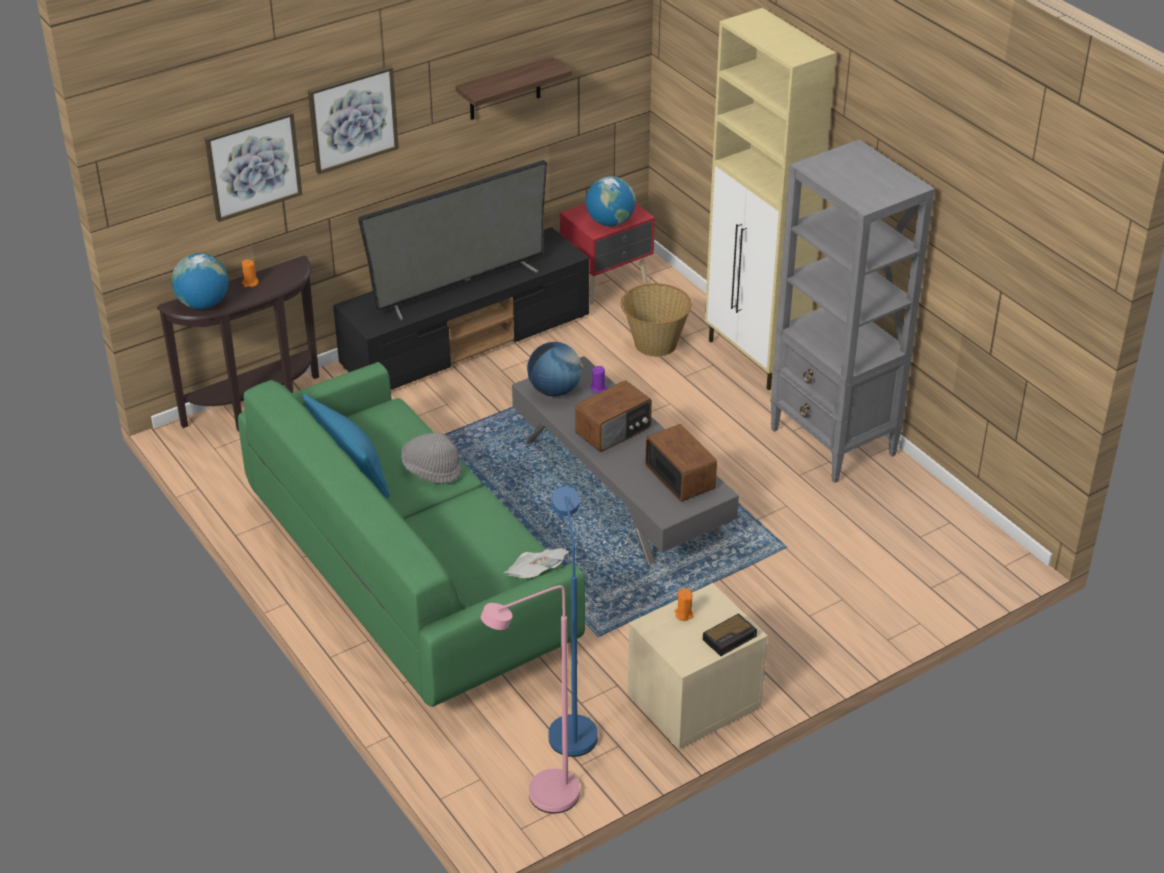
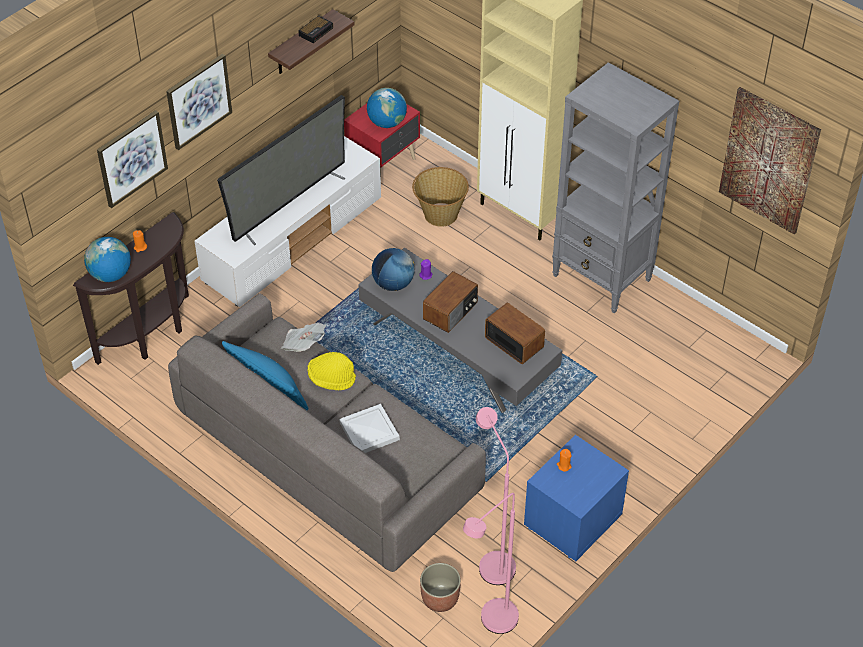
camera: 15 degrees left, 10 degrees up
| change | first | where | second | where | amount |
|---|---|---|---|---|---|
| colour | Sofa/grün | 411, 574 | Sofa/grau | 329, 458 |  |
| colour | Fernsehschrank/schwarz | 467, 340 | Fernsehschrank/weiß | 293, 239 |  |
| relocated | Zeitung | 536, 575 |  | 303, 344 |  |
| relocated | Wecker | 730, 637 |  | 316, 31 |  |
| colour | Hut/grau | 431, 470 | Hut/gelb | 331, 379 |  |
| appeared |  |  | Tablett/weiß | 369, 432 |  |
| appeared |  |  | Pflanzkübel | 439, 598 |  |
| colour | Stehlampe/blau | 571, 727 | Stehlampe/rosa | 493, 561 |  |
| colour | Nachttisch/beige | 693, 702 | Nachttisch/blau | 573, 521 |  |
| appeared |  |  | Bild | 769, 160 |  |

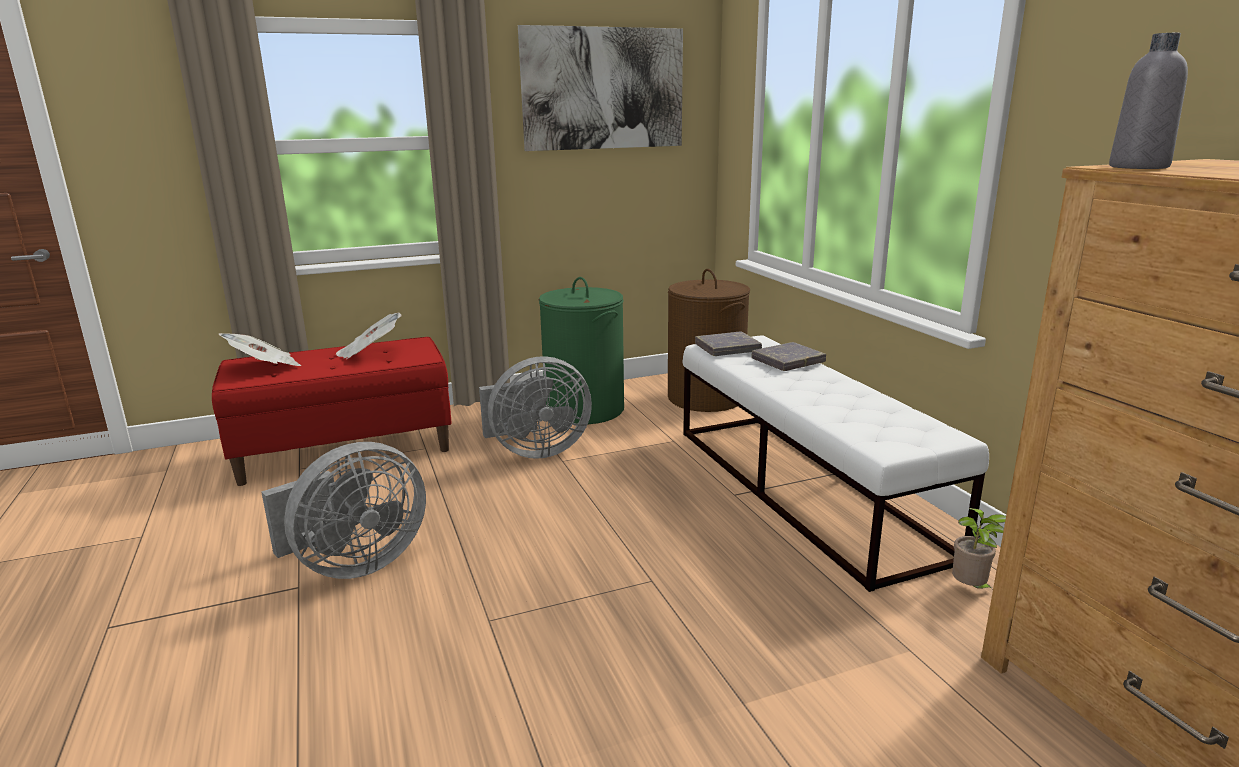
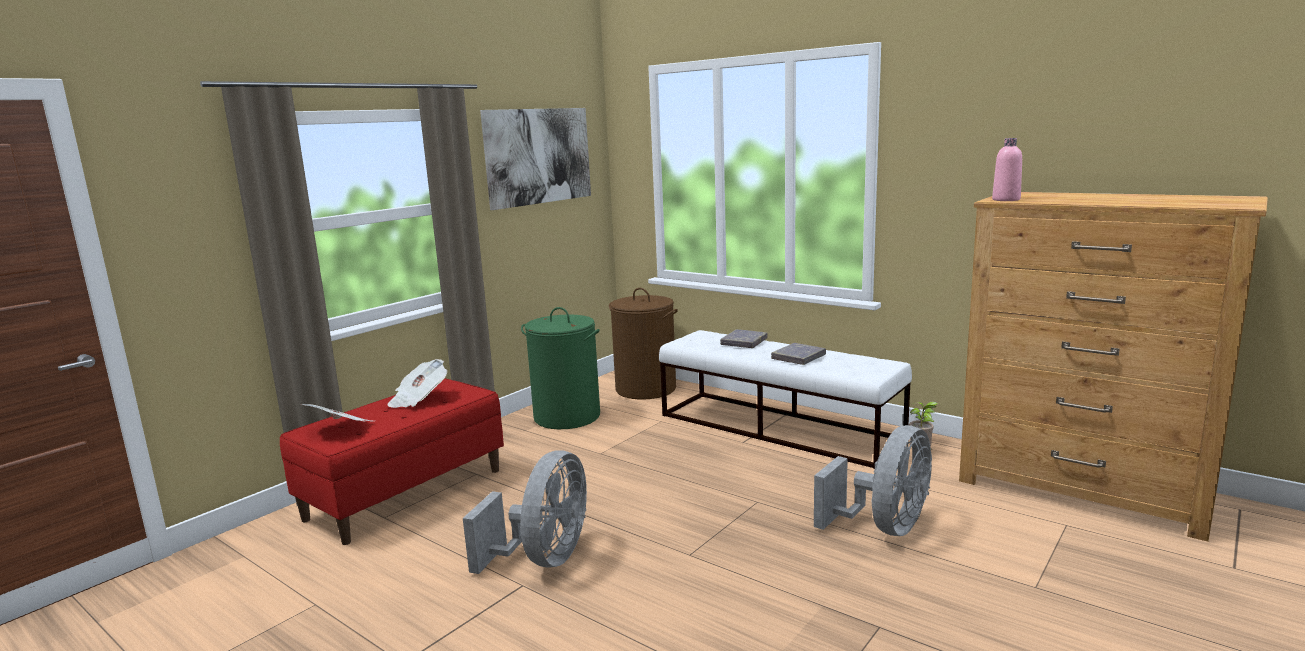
camera: 30 degrees left, 5 degrees down
| change | first | where | second | where | amount |
|---|---|---|---|---|---|
| relocated | Buch/grau | 727, 348 |  | 798, 357 |  |
| relocated | Ventilator/grau | 535, 451 |  | 884, 527 |  |
| colour | Flasche/grau | 1138, 167 | Flasche/rosa | 1006, 200 |  |

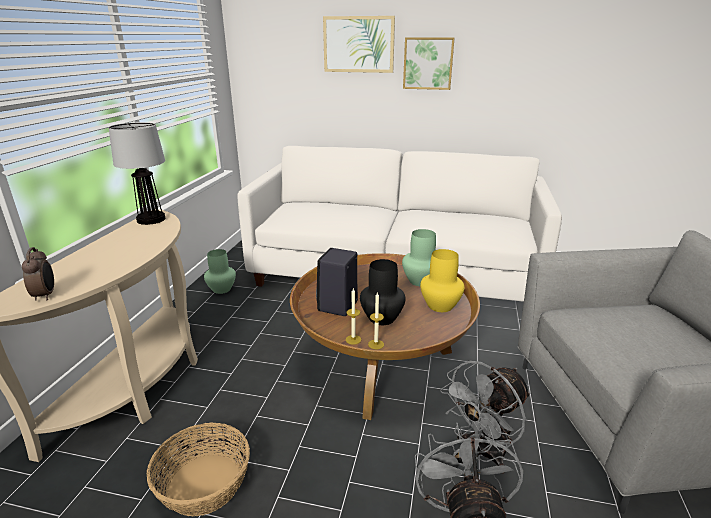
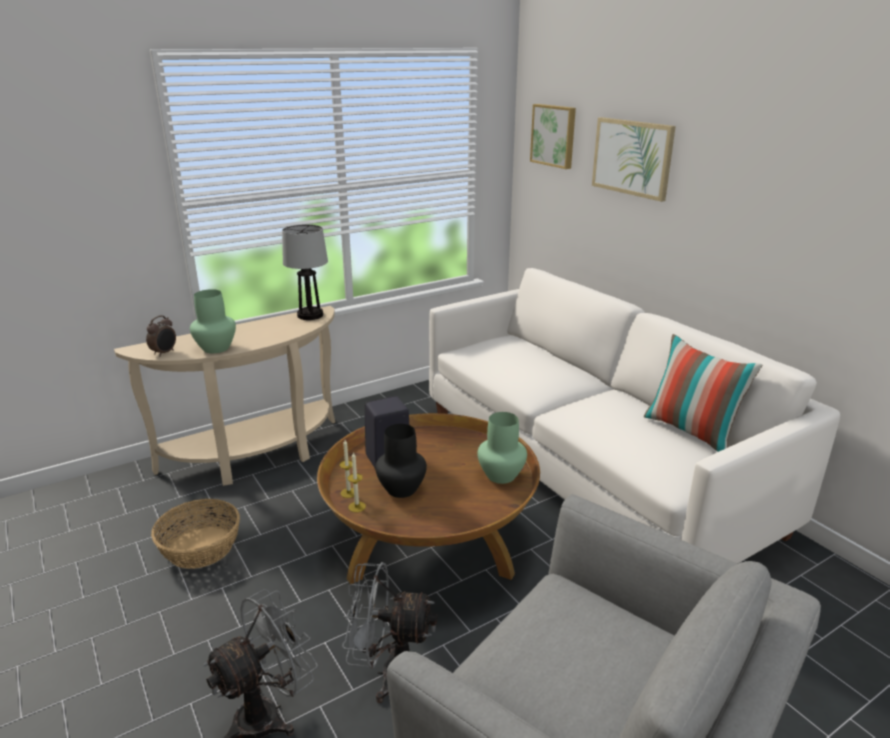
camera: 45 degrees right, 0 degrees up
| change | first | where | second | where | amount |
|---|---|---|---|---|---|
| relocated | Vase/grün | 222, 289 |  | 217, 348 |  |
| relocated | Bild | 428, 63 |  | 554, 135 |  |
| appeared |  |  | Kissen | 691, 432 |  |
| missing | Vase/gelb | 439, 306 |  |  |  |

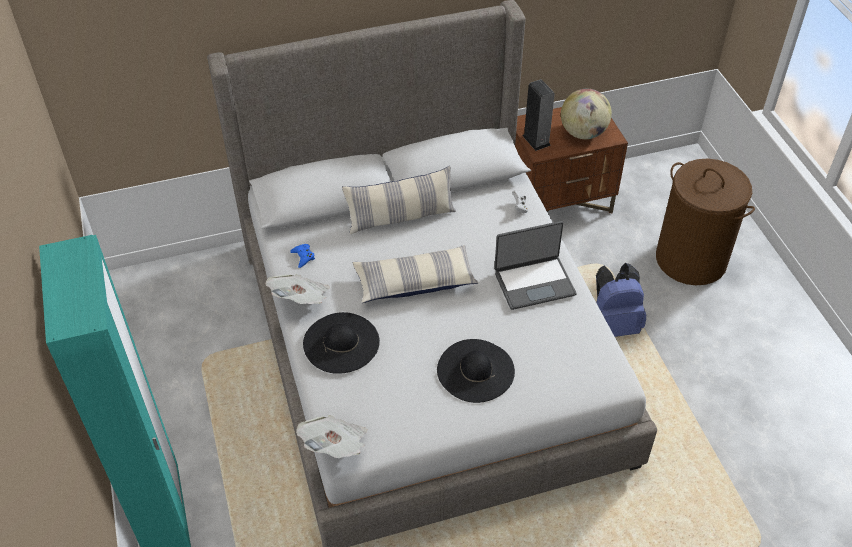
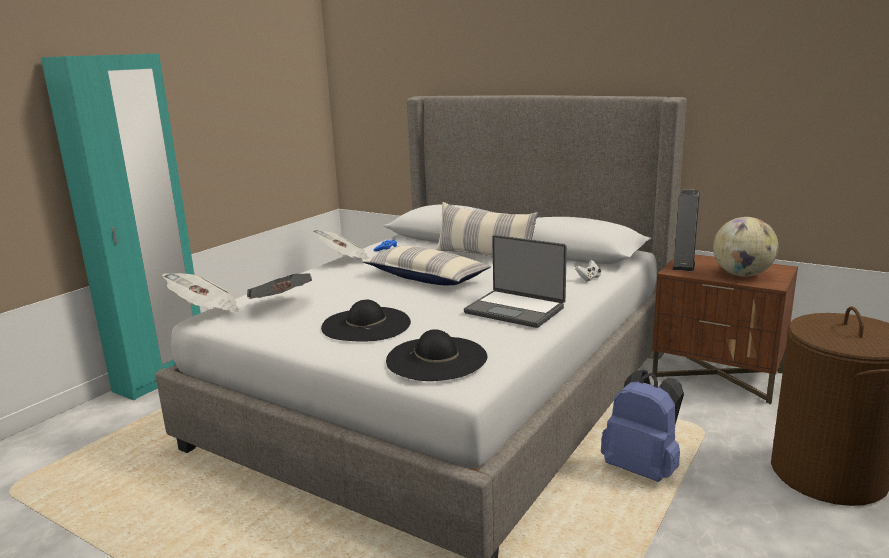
camera: 50 degrees right, 30 degrees down
| change | first | where | second | where | amount |
|---|---|---|---|---|---|
| appeared |  |  | Zeitung | 281, 304 |  |
| relocated | Hut/schwarz | 341, 342 |  | 437, 358 |  |

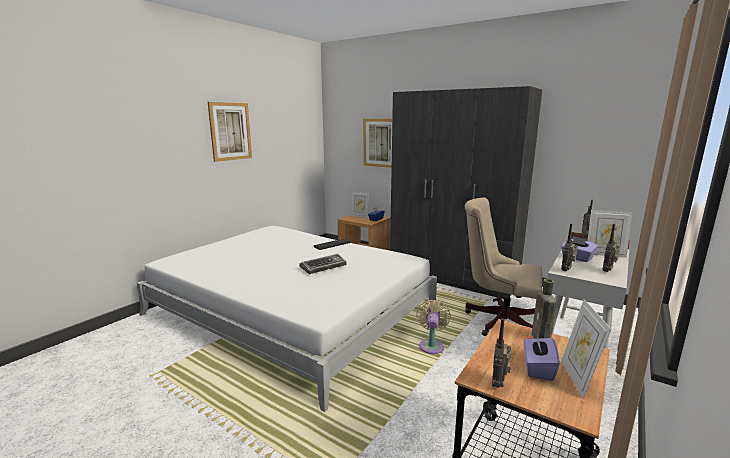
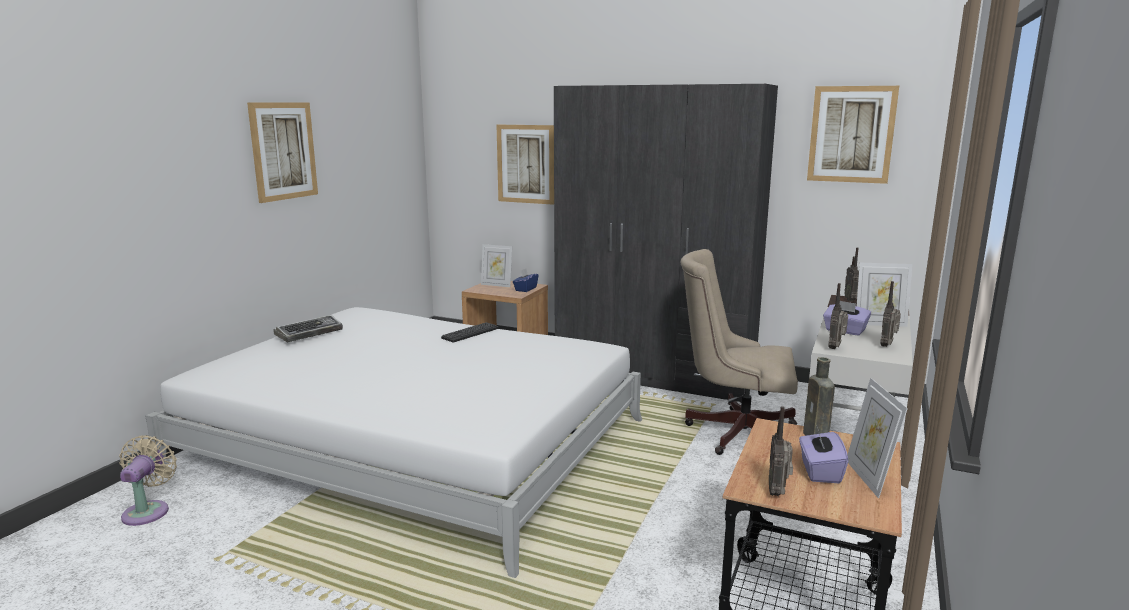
camera: 10 degrees left, 0 degrees up
| change | first | where | second | where | amount |
|---|---|---|---|---|---|
| relocated | Ventilator/beige | 431, 345 |  | 148, 511 |  |
| relocated | Tastatur | 323, 267 |  | 309, 333 |  |
| appeared |  |  | Bild | 851, 134 |  |

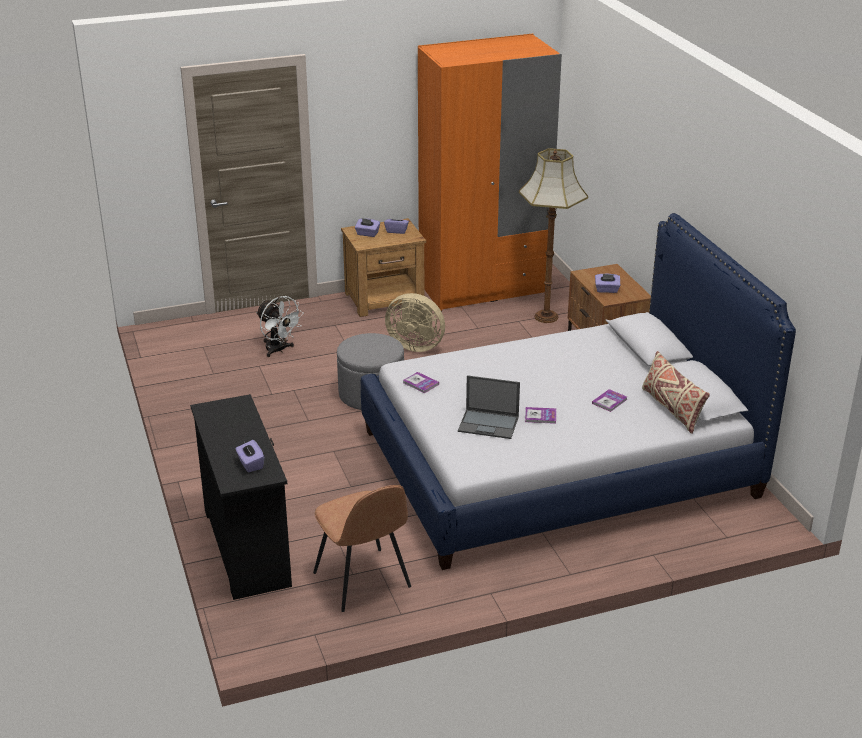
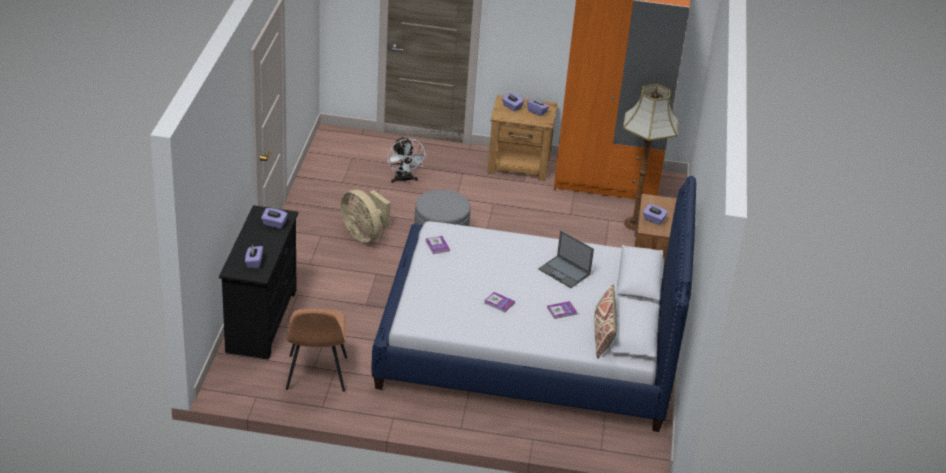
camera: 25 degrees right, 5 degrees up
| change | first | where | second | where | amount |
|---|---|---|---|---|---|
| appeared |  |  | Taschentuchbox/lila | 274, 224 |  |
| relocated | Ventilator/beige | 416, 345 |  | 364, 234 |  |
| relocated | Laptop | 489, 424 |  | 564, 272 |  |

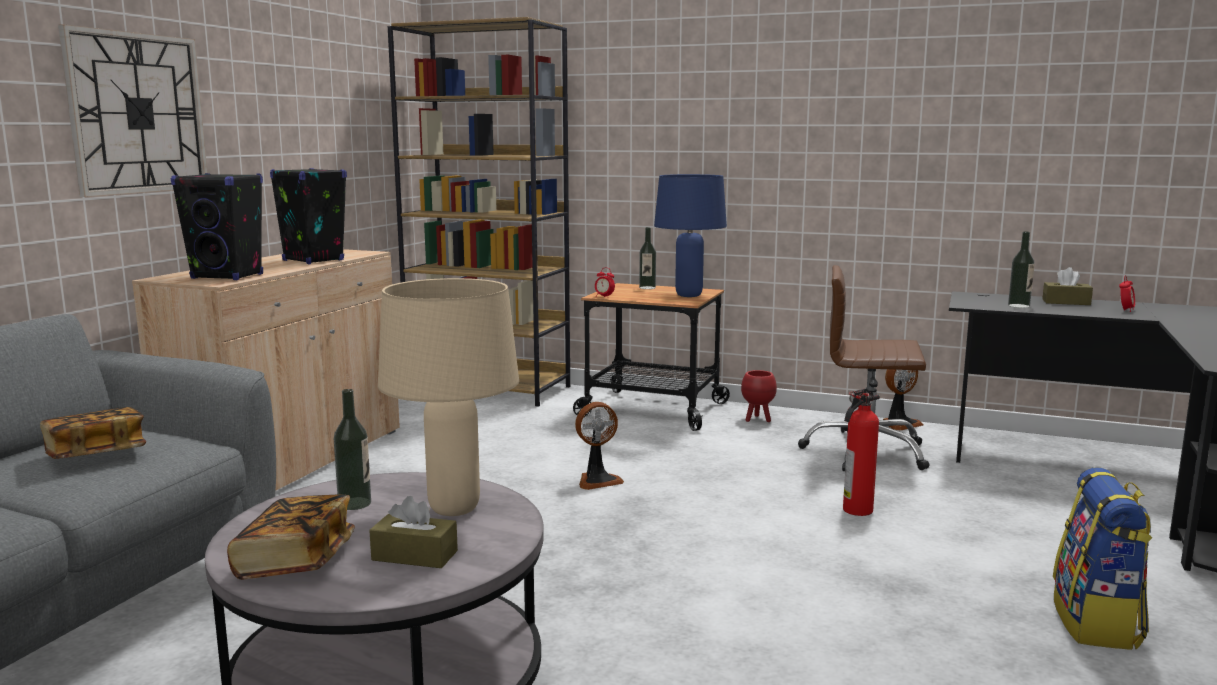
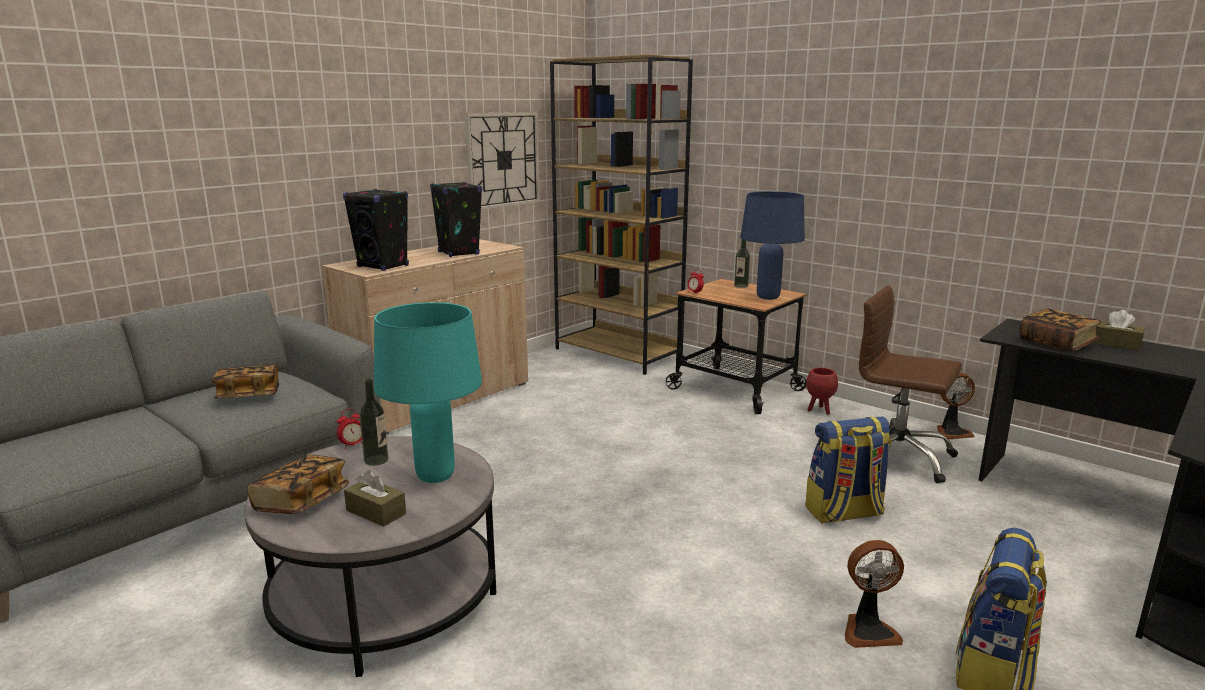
camera: 20 degrees right, 5 degrees up
| change | first | where | second | where | amount |
|---|---|---|---|---|---|
| relocated | Wecker | 1125, 310 |  | 352, 445 |  |
| colour | Tischlampe/beige | 455, 508 | Tischlampe/türkis | 436, 476 |  |
| relocated | Wanduhr | 137, 113 |  | 503, 160 |  |
| exchanged | Feuerlöscher | 856, 510 | Rucksack | 844, 513 |  |
| relocated | Ventilator | 597, 480 |  | 868, 630 |  |
| exchanged | Flasche | 1018, 306 | Buch | 1056, 343 |  |

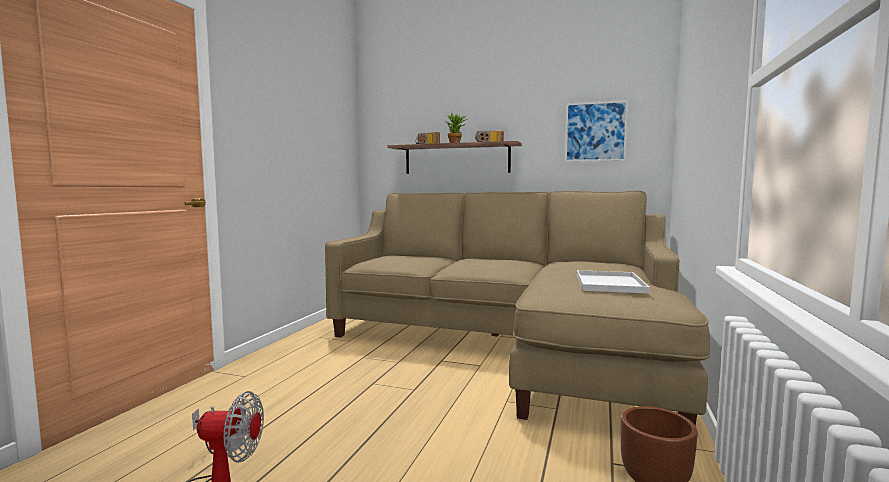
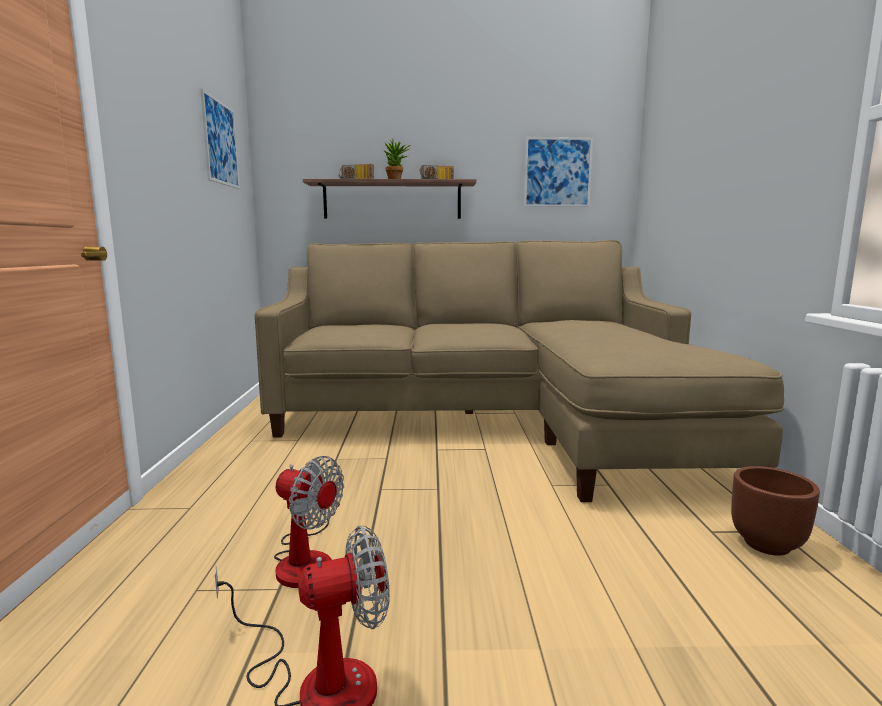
camera: 20 degrees left, 5 degrees up
| change | first | where | second | where | amount |
|---|---|---|---|---|---|
| appeared |  |  | Bild | 220, 143 |  |
| appeared |  |  | Ventilator | 306, 558 |  |
| missing | Tablett/weiß | 610, 284 |  |  |  |

